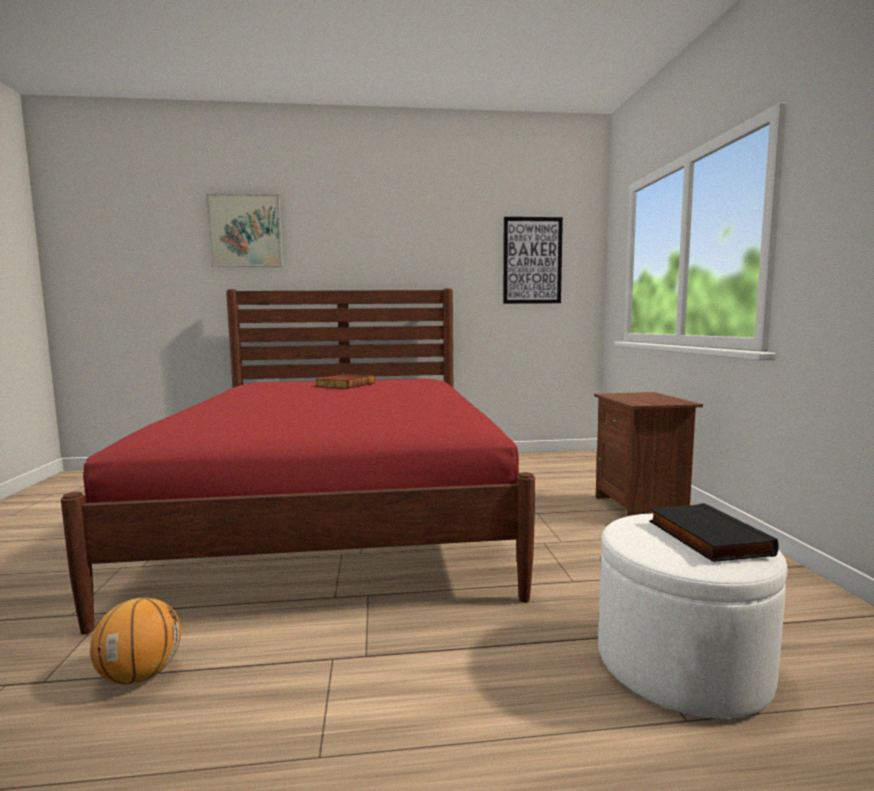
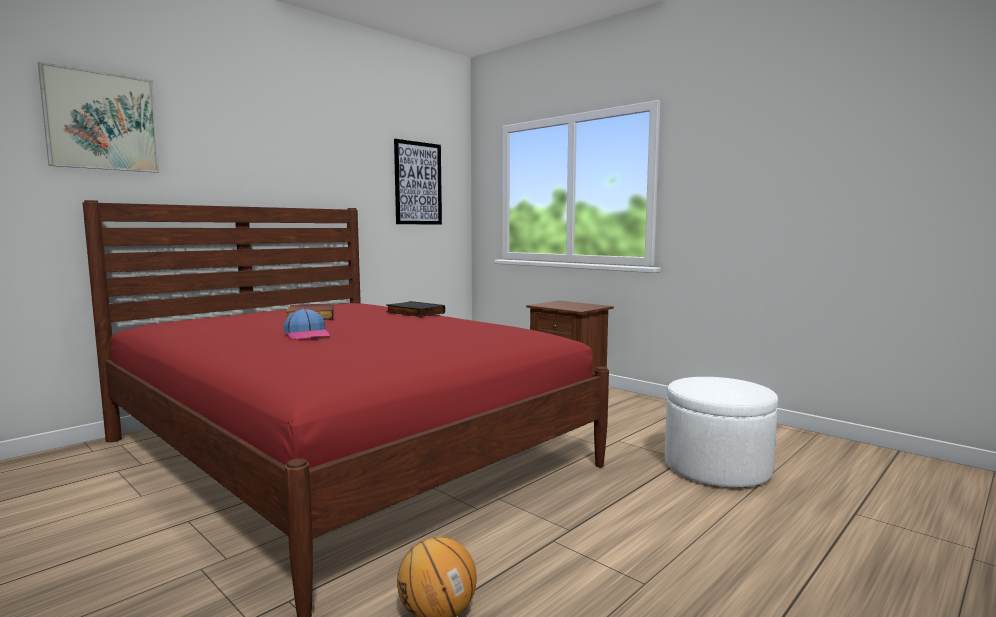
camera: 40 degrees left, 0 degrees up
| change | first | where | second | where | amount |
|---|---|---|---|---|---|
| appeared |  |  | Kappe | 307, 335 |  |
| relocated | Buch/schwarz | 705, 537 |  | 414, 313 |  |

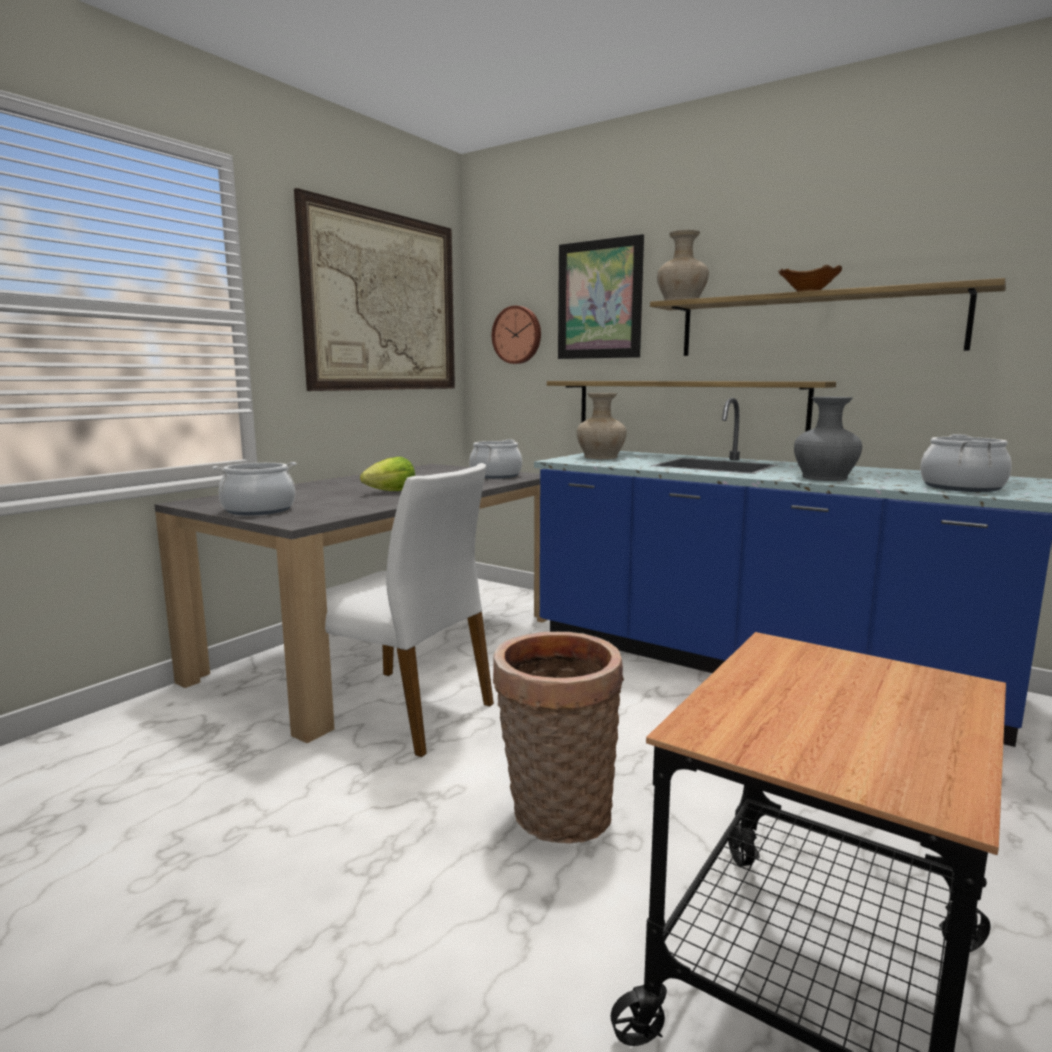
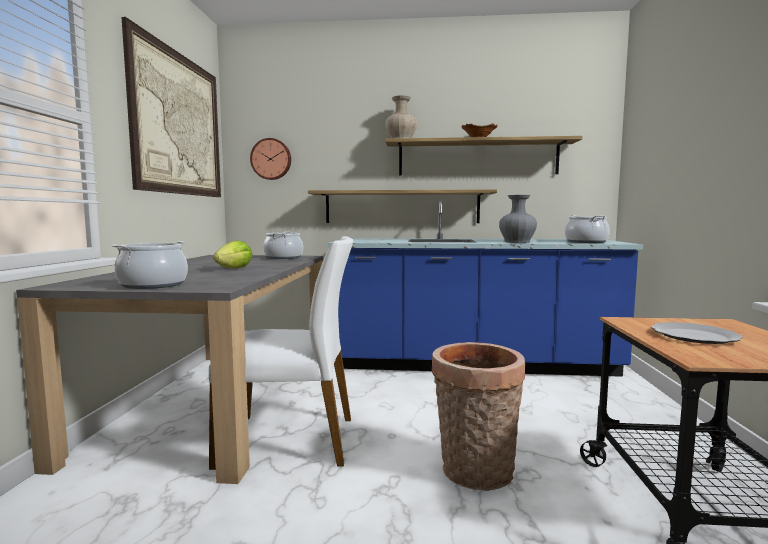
camera: 30 degrees left, 5 degrees down
| change | first | where | second | where | amount |
|---|---|---|---|---|---|
| appeared |  |  | Teller | 692, 336 |  |
| missing | Bild | 599, 300 |  |  |  |
| missing | Vase/beige | 600, 457 |  |  |  |

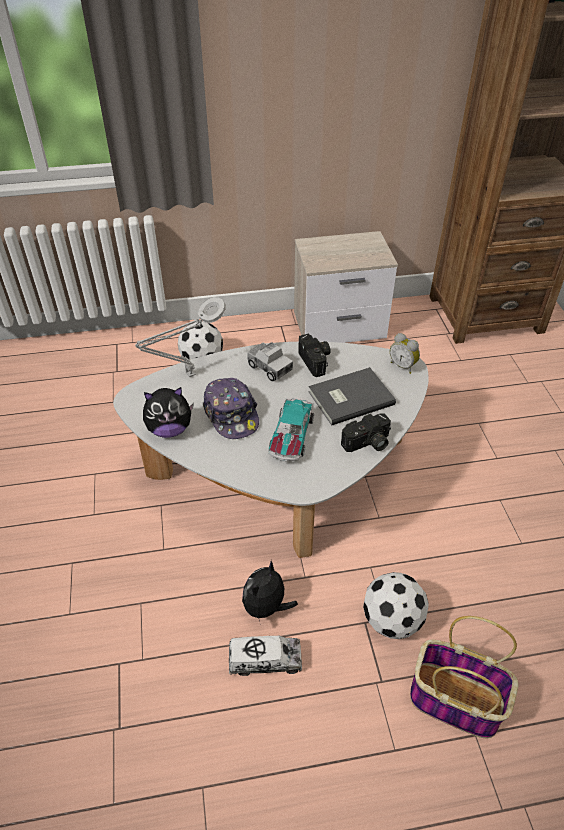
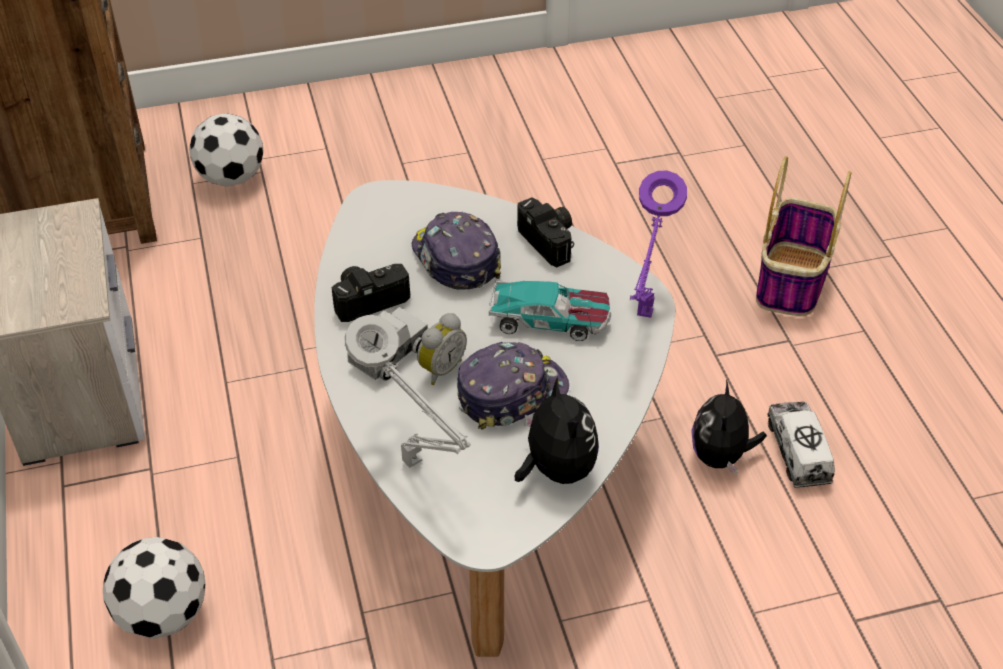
camera: 95 degrees left, 0 degrees up
| change | first | where | second | where | amount |
|---|---|---|---|---|---|
| relocated | Fußball | 392, 620 |  | 232, 177 |  |
| exchanged | Buch/grau | 349, 397 | Kappe | 455, 260 |  |
| relocated | Wecker | 403, 366 |  | 440, 369 |  |
| appeared |  |  | Tischlampe/lila | 644, 317 |  |
| spun | Plüschtier | 266, 607 |  | 720, 457 | 75 degrees clockwise |

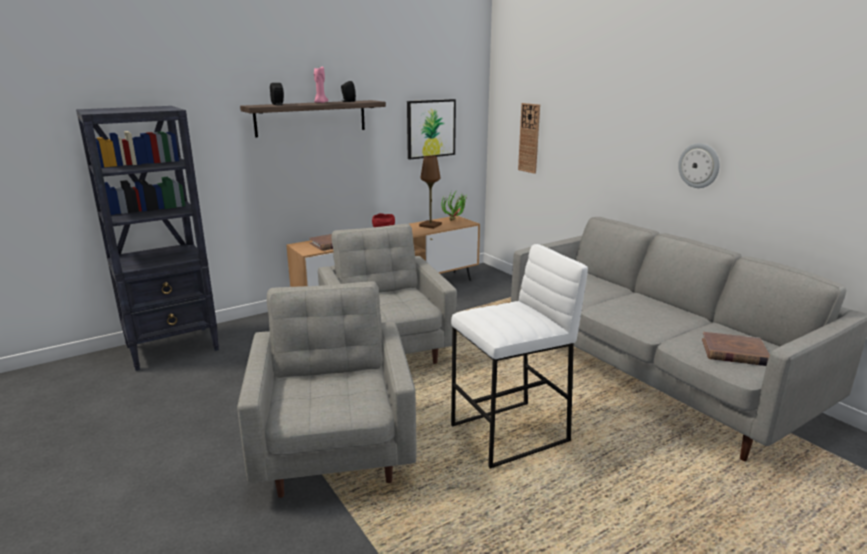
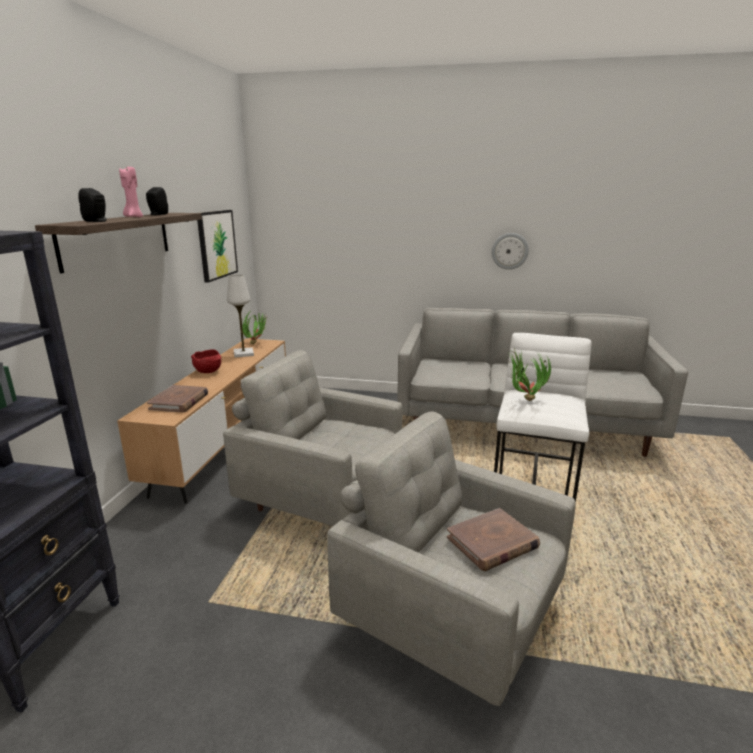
camera: 45 degrees left, 0 degrees up
| change | first | where | second | where | amount |
|---|---|---|---|---|---|
| colour | Tischlampe/braun | 430, 225 | Tischlampe/weiß | 243, 353 |  |
| relocated | Buch/braun | 734, 352 |  | 492, 543 |  |
| appeared |  |  | Topfpflanze | 523, 400 |  |
| missing | Wanduhr | 529, 138 |  |  |  |

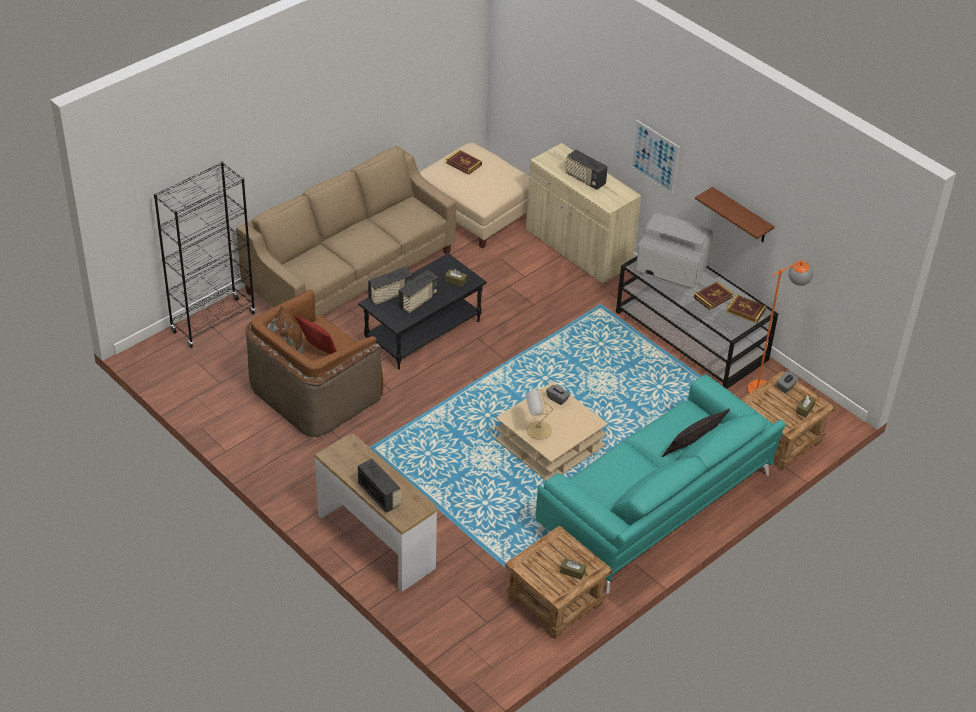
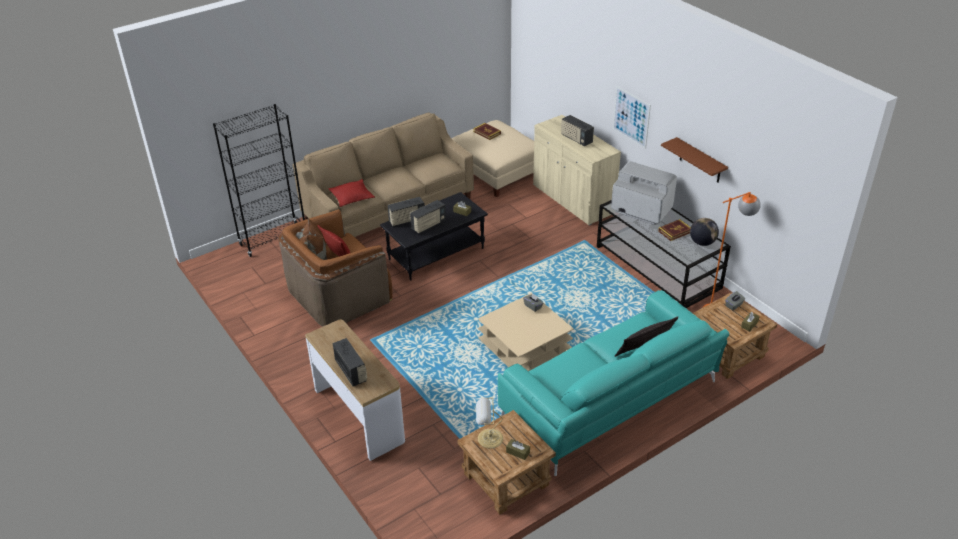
camera: 10 degrees right, 5 degrees down
| change | first | where | second | where | amount |
|---|---|---|---|---|---|
| appeared |  |  | Kissen/rot | 352, 197 |  |
| relocated | Tischlampe | 537, 430 |  | 488, 438 |  |
| exchanged | Buch | 746, 310 | Globus | 702, 243 |  |

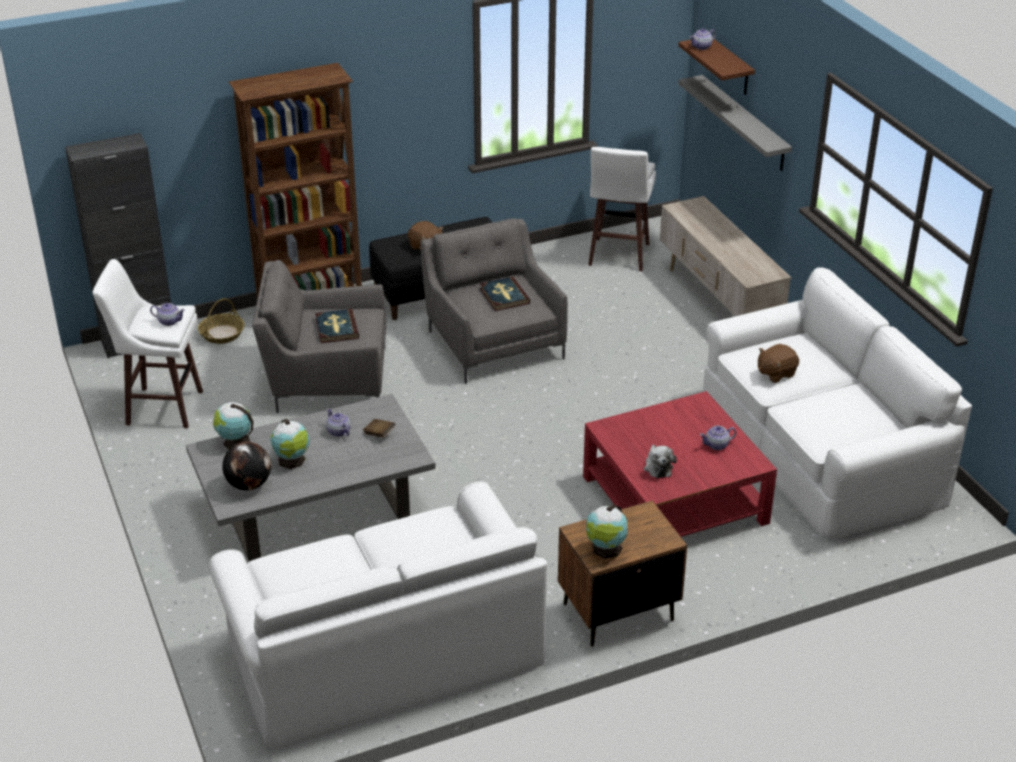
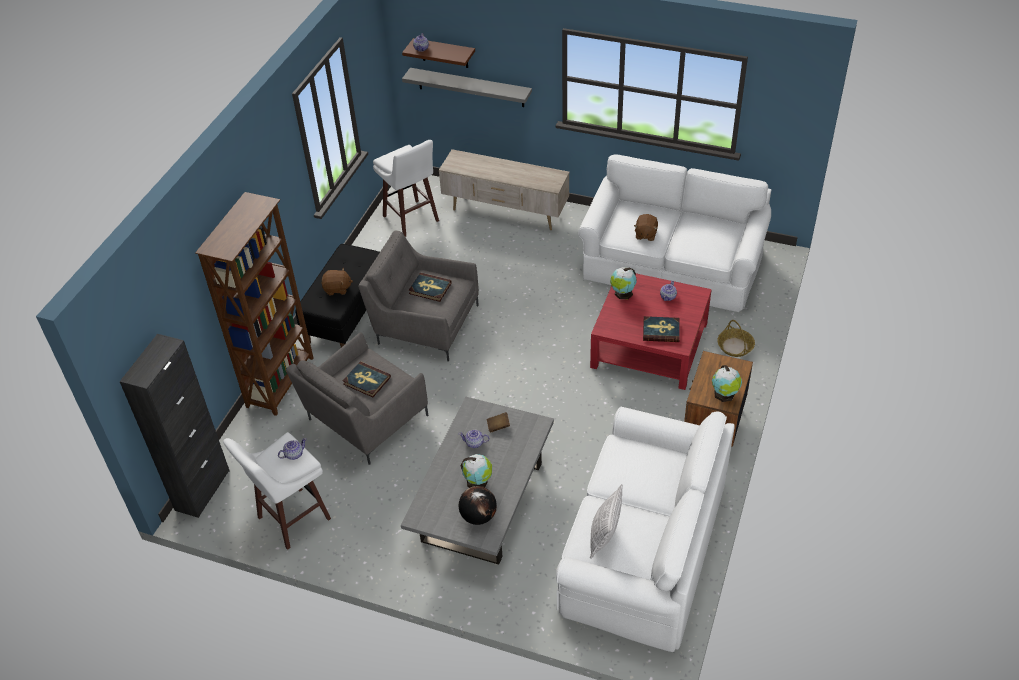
camera: 45 degrees left, 10 degrees up
| change | first | where | second | where | amount |
|---|---|---|---|---|---|
| appeared |  |  | Kissen | 604, 537 |  |
| relocated | Globus | 235, 442 |  | 622, 293 |  |
| exchanged | Plüschtier | 658, 467 | Buch | 661, 331 |  |
| relocated | Korb | 222, 334 |  | 735, 347 |  |

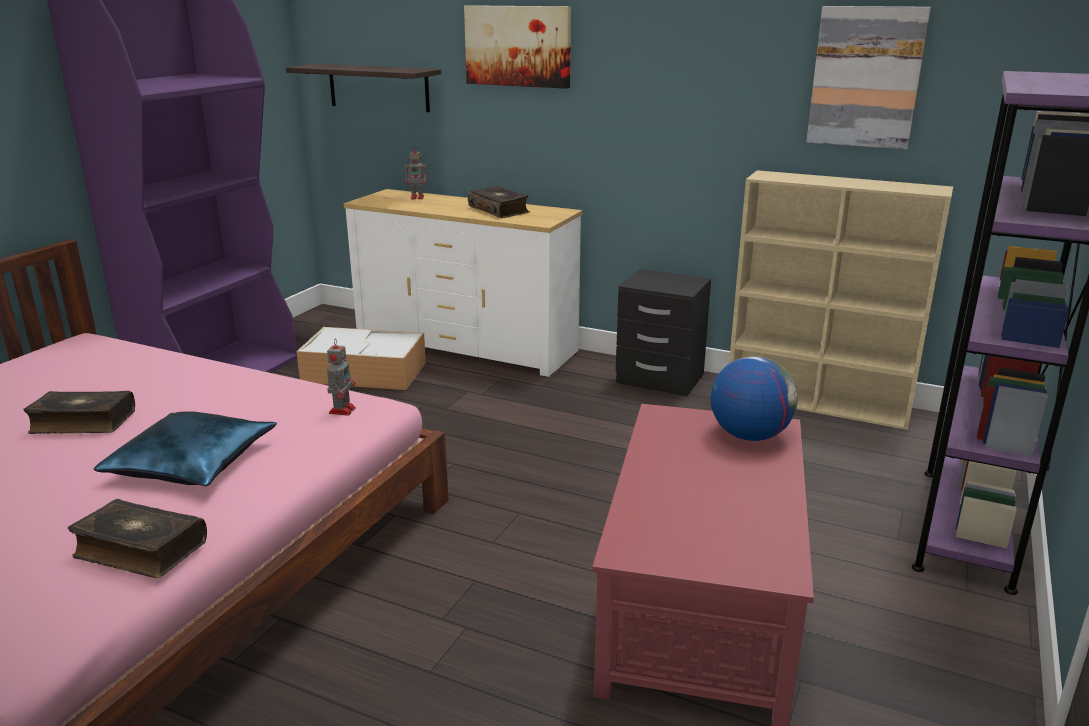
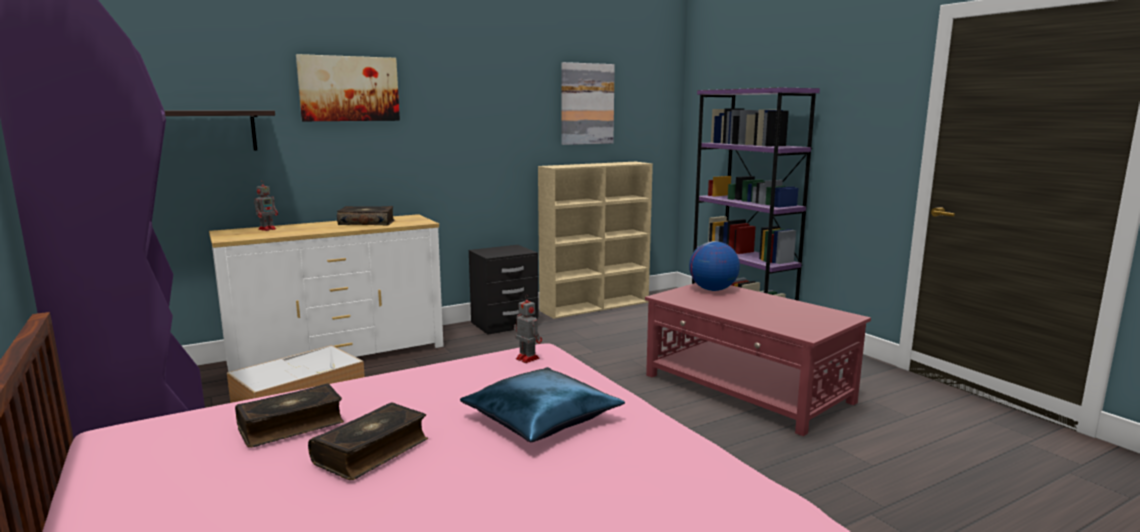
camera: 55 degrees left, 10 degrees down
| change | first | where | second | where | amount |
|---|---|---|---|---|---|
| relocated | Buch | 139, 550 |  | 291, 425 |  |

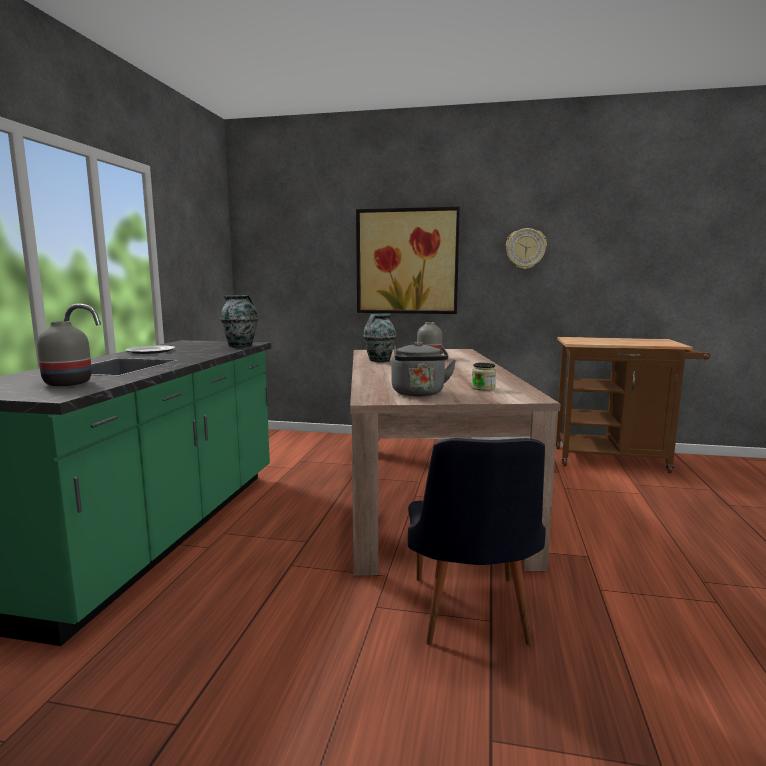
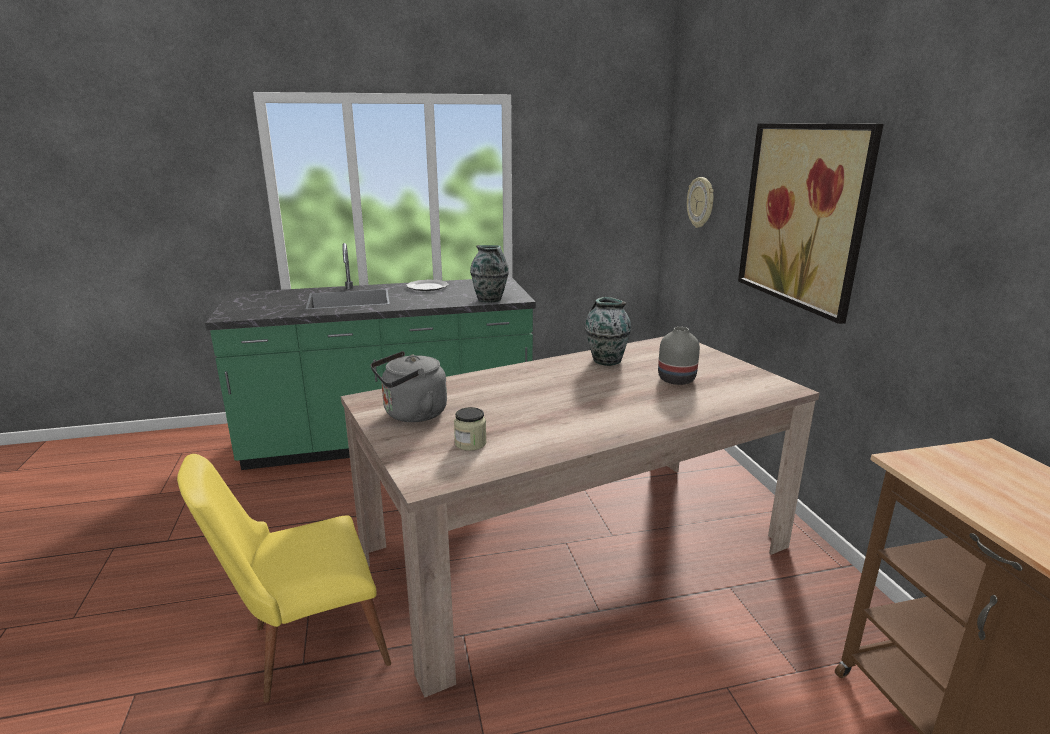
camera: 65 degrees right, 10 degrees up
| change | first | where | second | where | amount |
|---|---|---|---|---|---|
| colour | Stuhl/schwarz | 470, 618 | Stuhl/gelb | 305, 647 |  |
| relocated | Wanduhr | 525, 248 |  | 701, 202 |  |
| missing | Vase/grau | 66, 383 |  |  |  |

